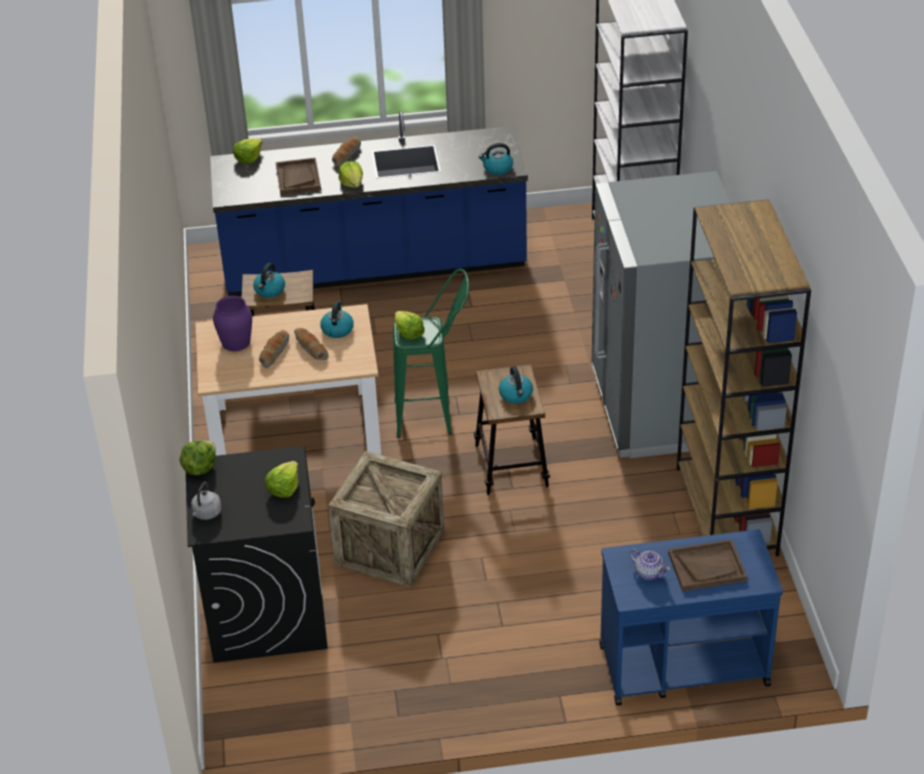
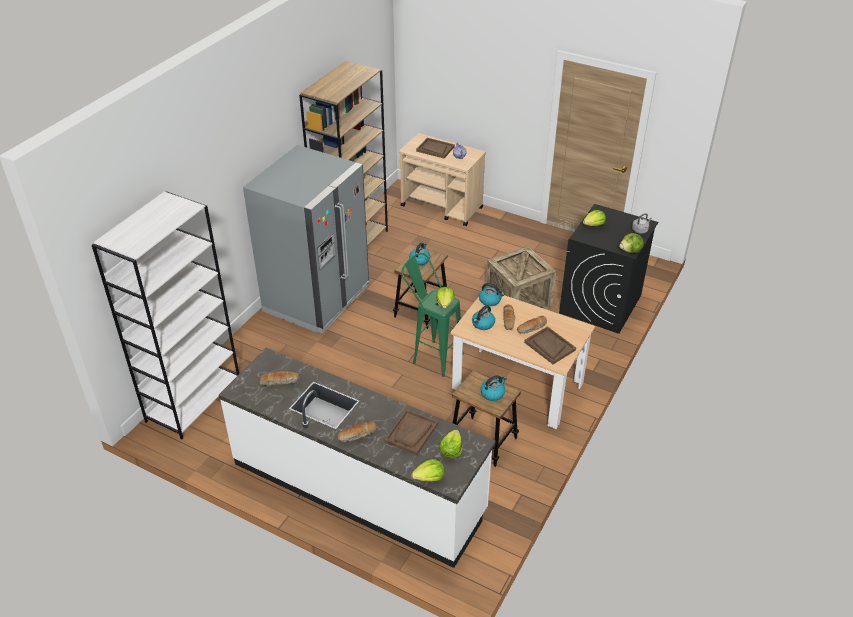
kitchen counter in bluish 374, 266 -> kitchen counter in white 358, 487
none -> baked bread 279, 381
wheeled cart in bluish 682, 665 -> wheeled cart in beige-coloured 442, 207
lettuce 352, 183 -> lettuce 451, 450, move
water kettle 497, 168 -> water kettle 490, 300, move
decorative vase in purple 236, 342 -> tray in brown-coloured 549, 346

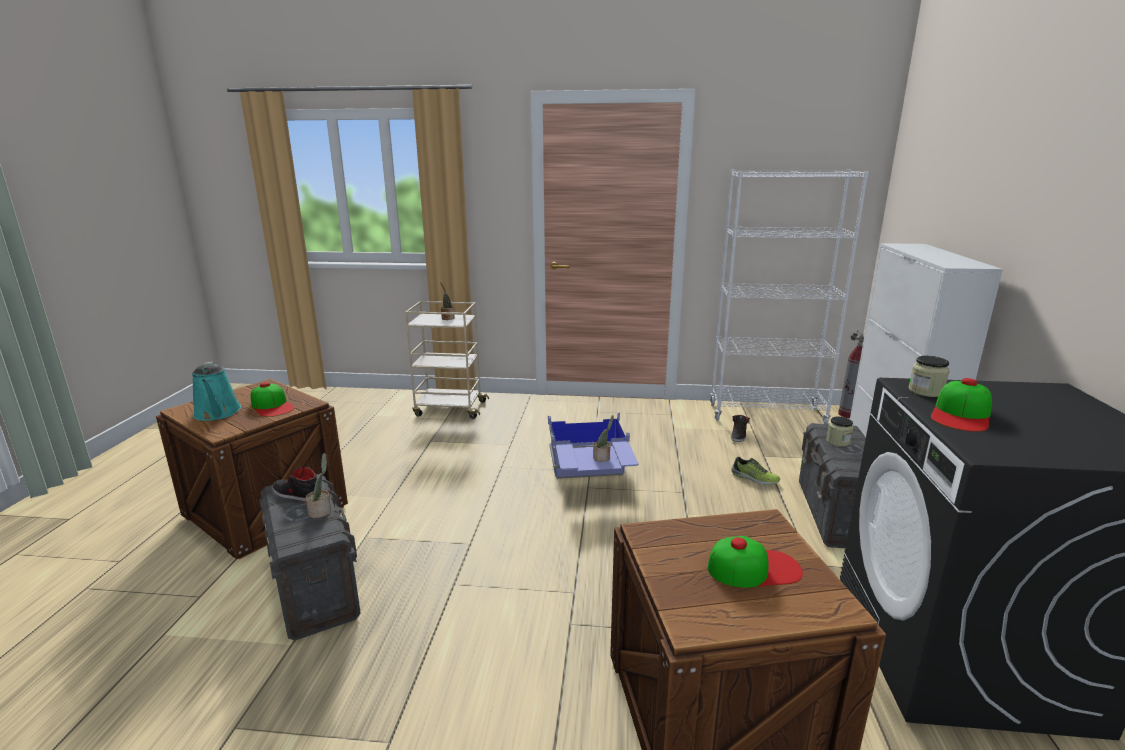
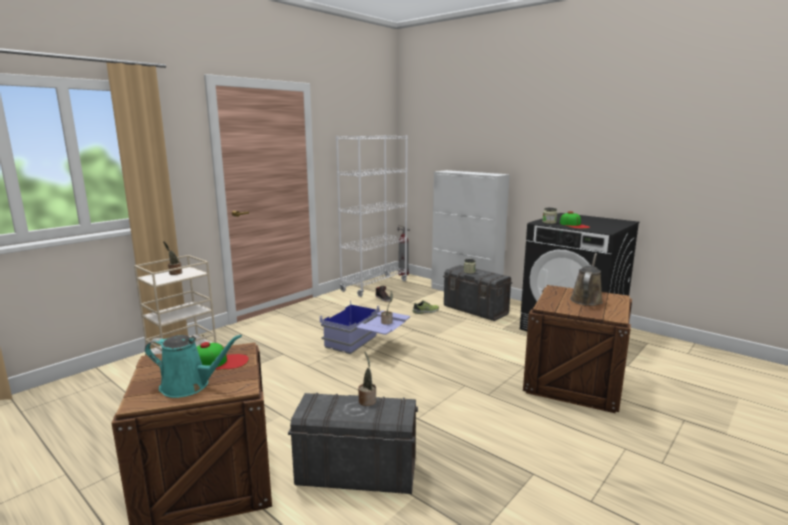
peaked cap 754, 568 -> sprinkling can in brown-coloured 586, 299
item of footwear in black-coloured 296, 494 -> none

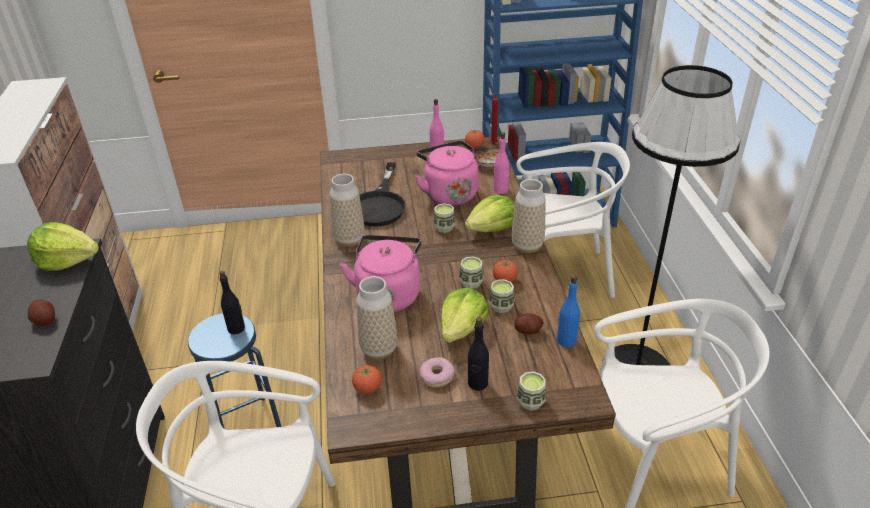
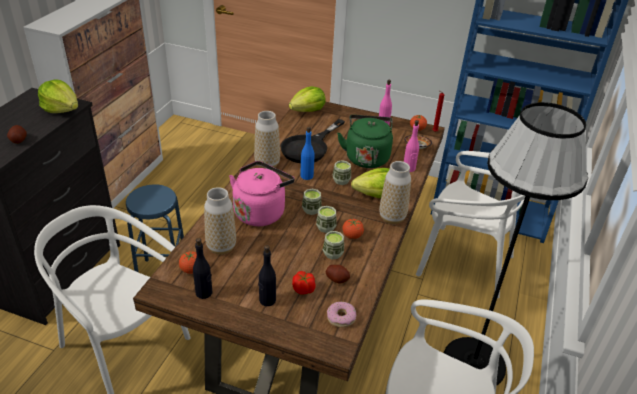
drink bottle in black-coloured 236, 328 -> drink bottle in black-coloured 204, 293, move
lettuce 462, 329 -> lettuce 308, 110, move
none -> whole tomato 303, 289
drink bottle in bluish 566, 340 -> drink bottle in bluish 306, 176, move
cup 530, 401 -> cup 311, 210, move
ring doughnut 437, 376 -> ring doughnut 341, 317, move
water kettle in pinkish 448, 193 -> water kettle in green 366, 157

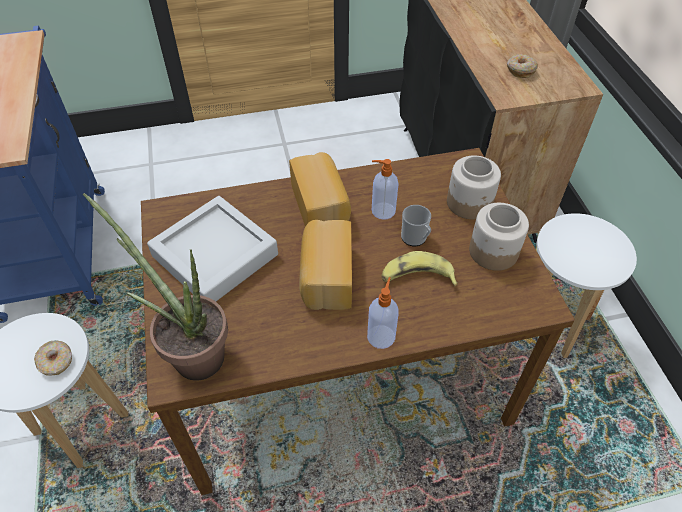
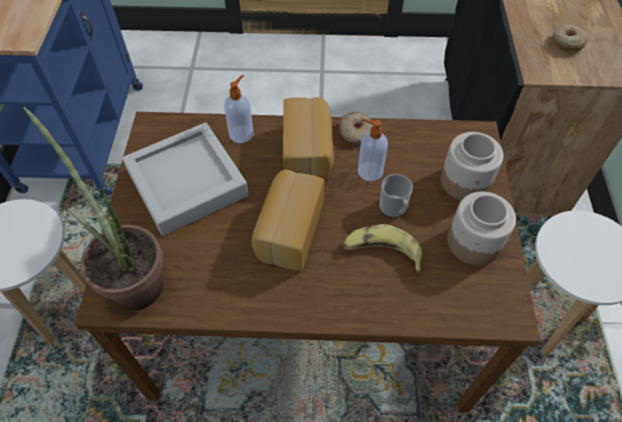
soap dispenser 381, 336 -> soap dispenser 242, 133, move
ring doughnut 56, 361 -> ring doughnut 356, 132, move

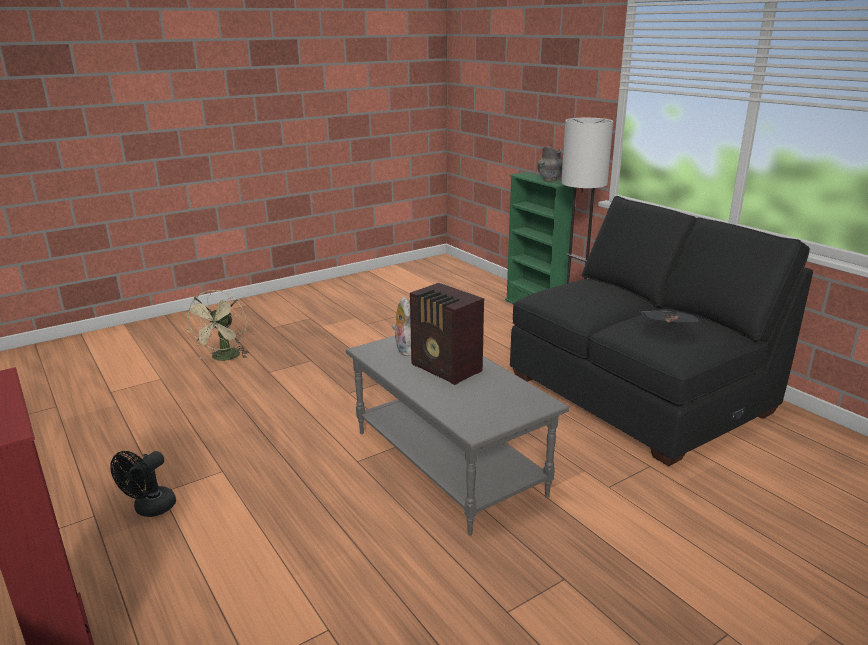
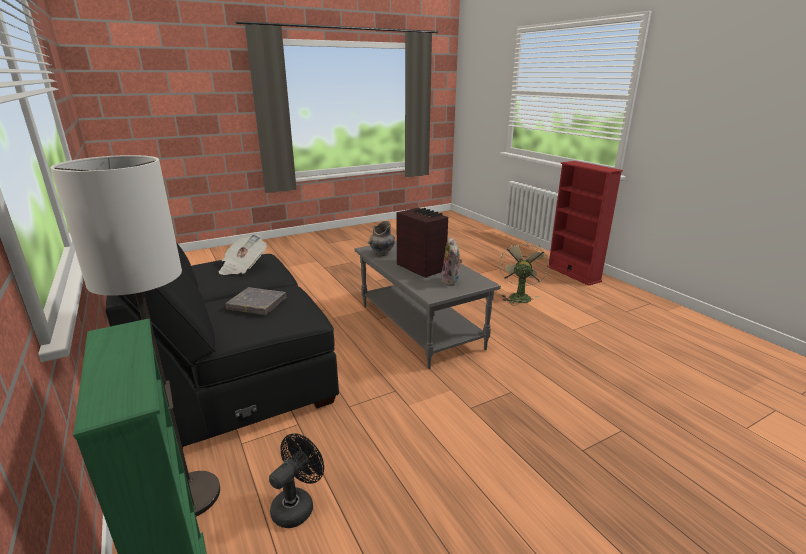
none -> volume in grey 257, 304
electric fan in black-coloured 150, 509 -> electric fan in black-coloured 297, 505, move
decorative vase in grey 550, 180 -> decorative vase in grey 381, 254, move
electric fan in beige-coloured 224, 358 -> electric fan in beige-coloured 519, 296, move

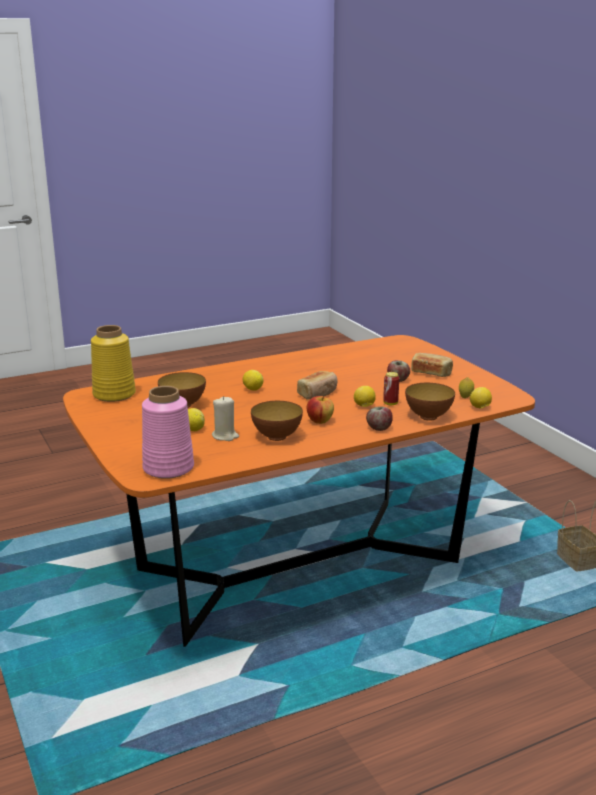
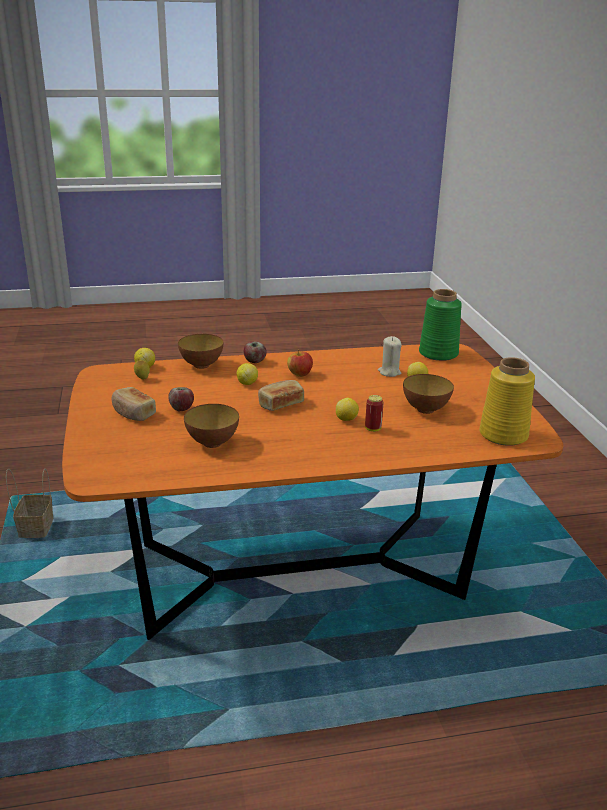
deep dish 277, 437 -> deep dish 212, 443, move
sealed can 390, 403 -> sealed can 373, 429, move
decorative vase in pinkish 168, 469 -> decorative vase in green 438, 353

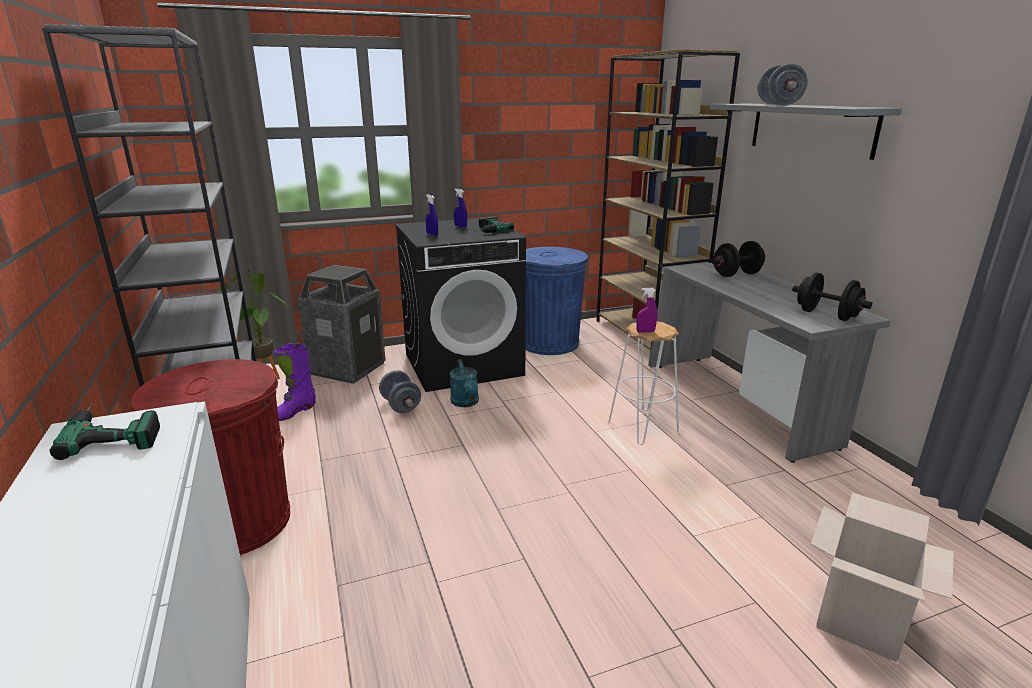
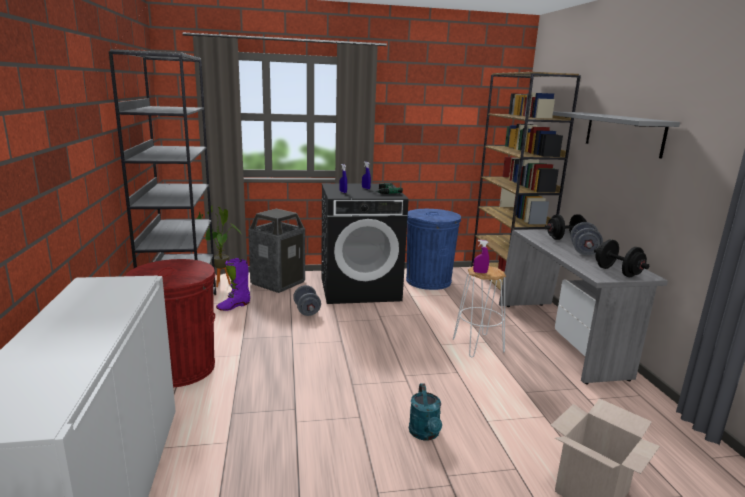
sprinkling can in turquoise 466, 403 -> sprinkling can in turquoise 425, 434, move
free weight in grey 778, 104 -> free weight in grey 583, 251, move
power drill 115, 430 -> none

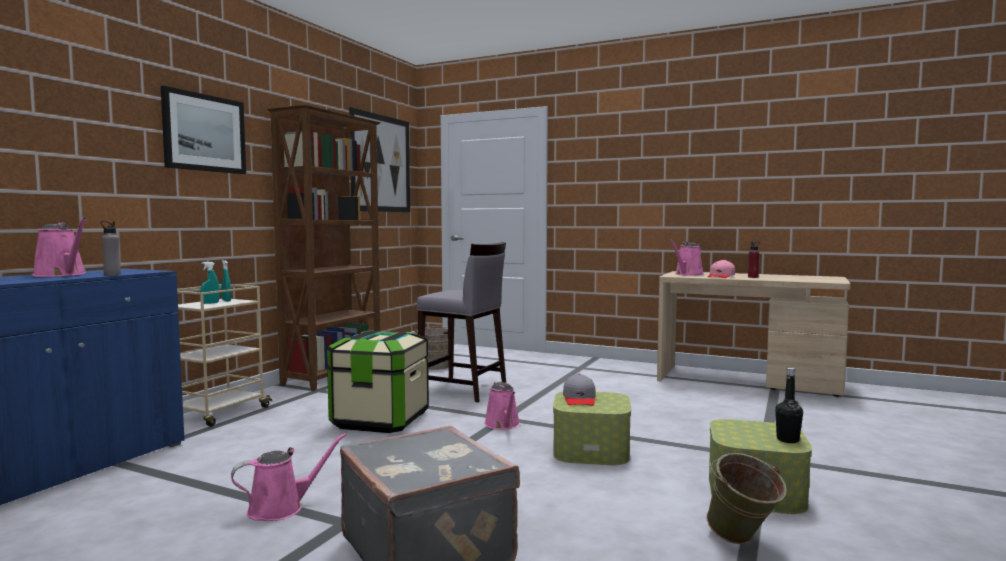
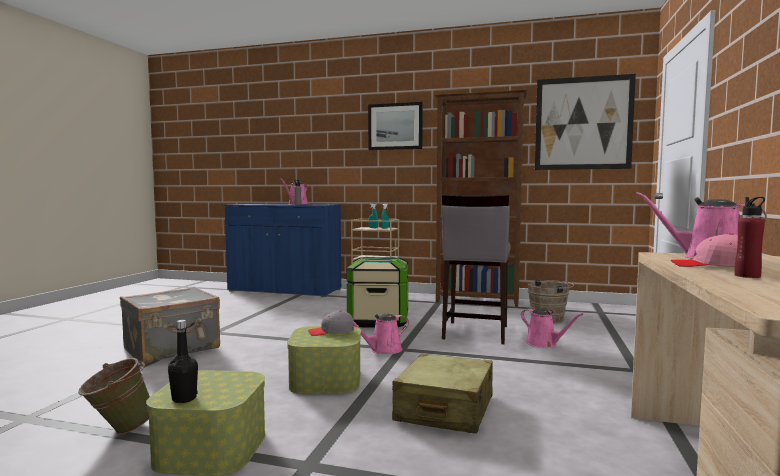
none -> travel case in beige-coloured 445, 409
sprinkling can in pinkish 281, 508 -> sprinkling can in pinkish 544, 344, move

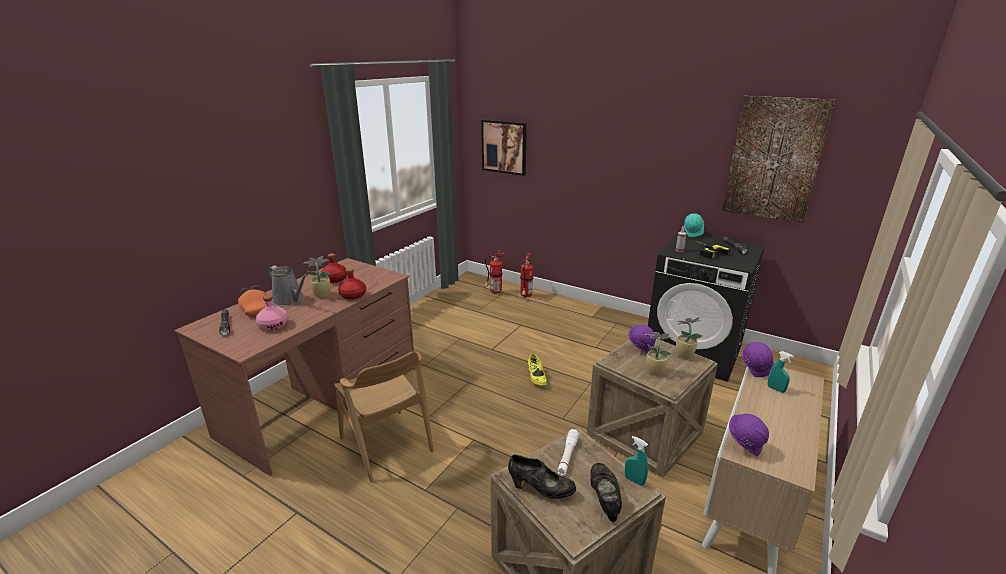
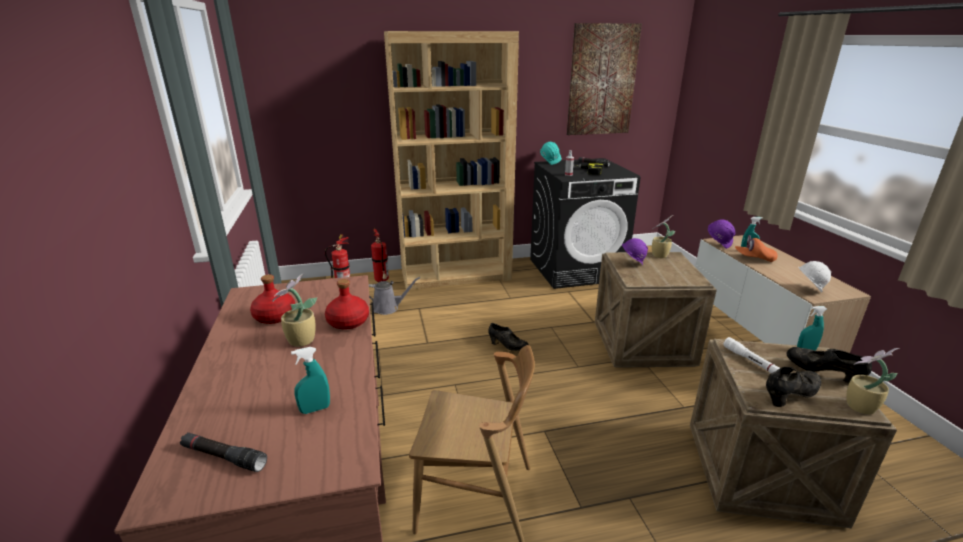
drink bottle in pinkish 273, 325 -> hand sprayer in turquoise 315, 409
sprinkling can in grey 290, 300 -> sprinkling can in grey 388, 308, move
none -> bookcase in brown-coloured 456, 275
item of footwear in yellow 536, 378 -> item of footwear in black-coloured 507, 347
peaked cap in orange-coloured 255, 310 -> peaked cap in orange-coloured 754, 258, move
safety helmet in purple 744, 446 -> safety helmet in white 807, 290
potted plant 654, 371 -> potted plant 859, 407, move
picture 504, 147 -> none

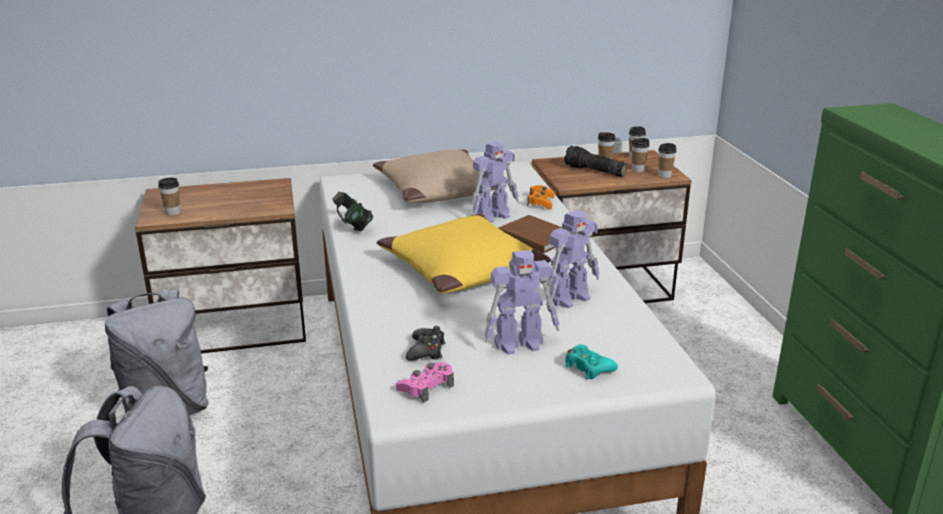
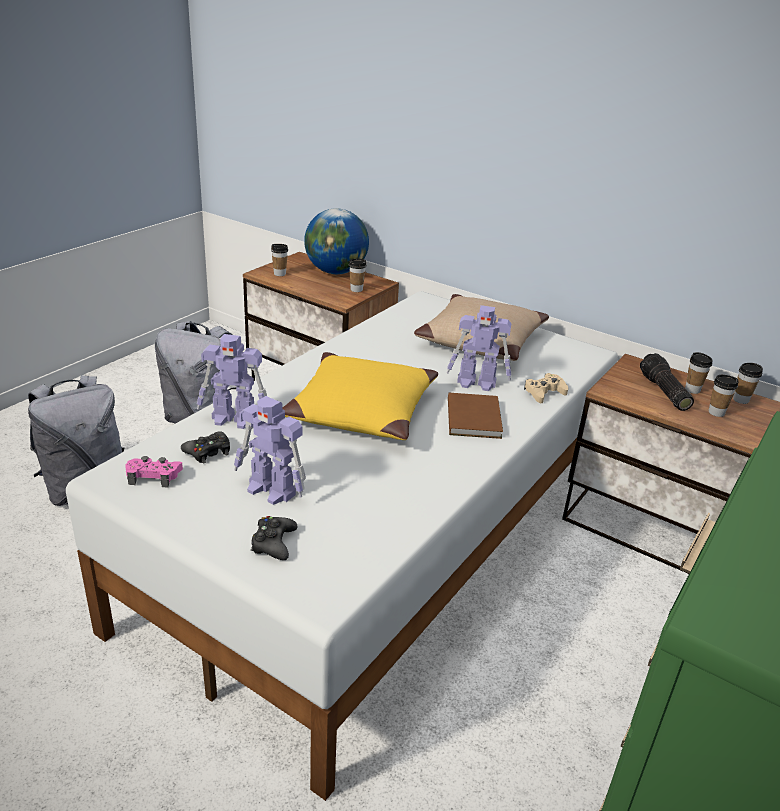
model robot 570, 297 -> model robot 235, 419, move
game controller in turquoise 588, 368 -> game controller in black-coloured 273, 543
none -> desk globe 336, 272
cup 664, 175 -> cup 356, 289, move
game controller in orange-coloured 540, 202 -> game controller in beige-coloured 544, 393
headset 353, 227 -> none

